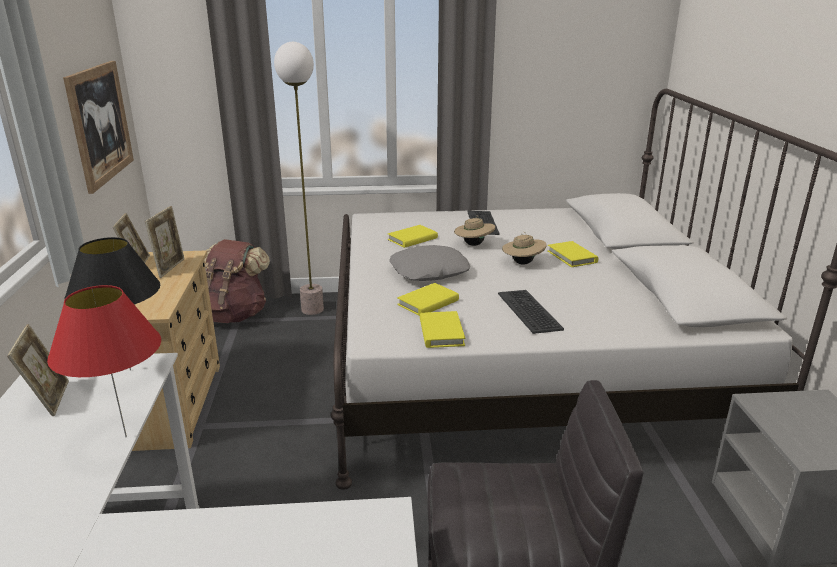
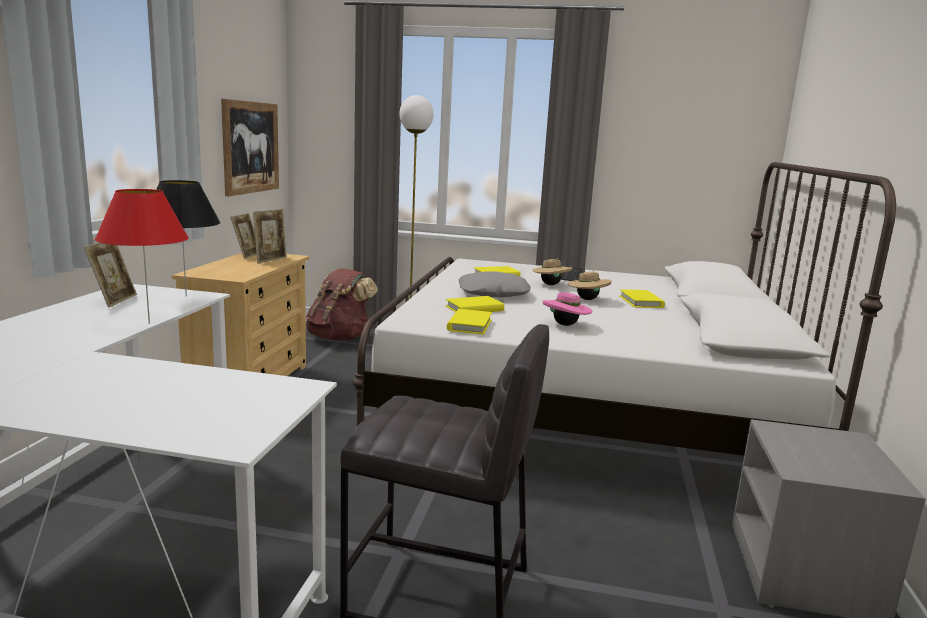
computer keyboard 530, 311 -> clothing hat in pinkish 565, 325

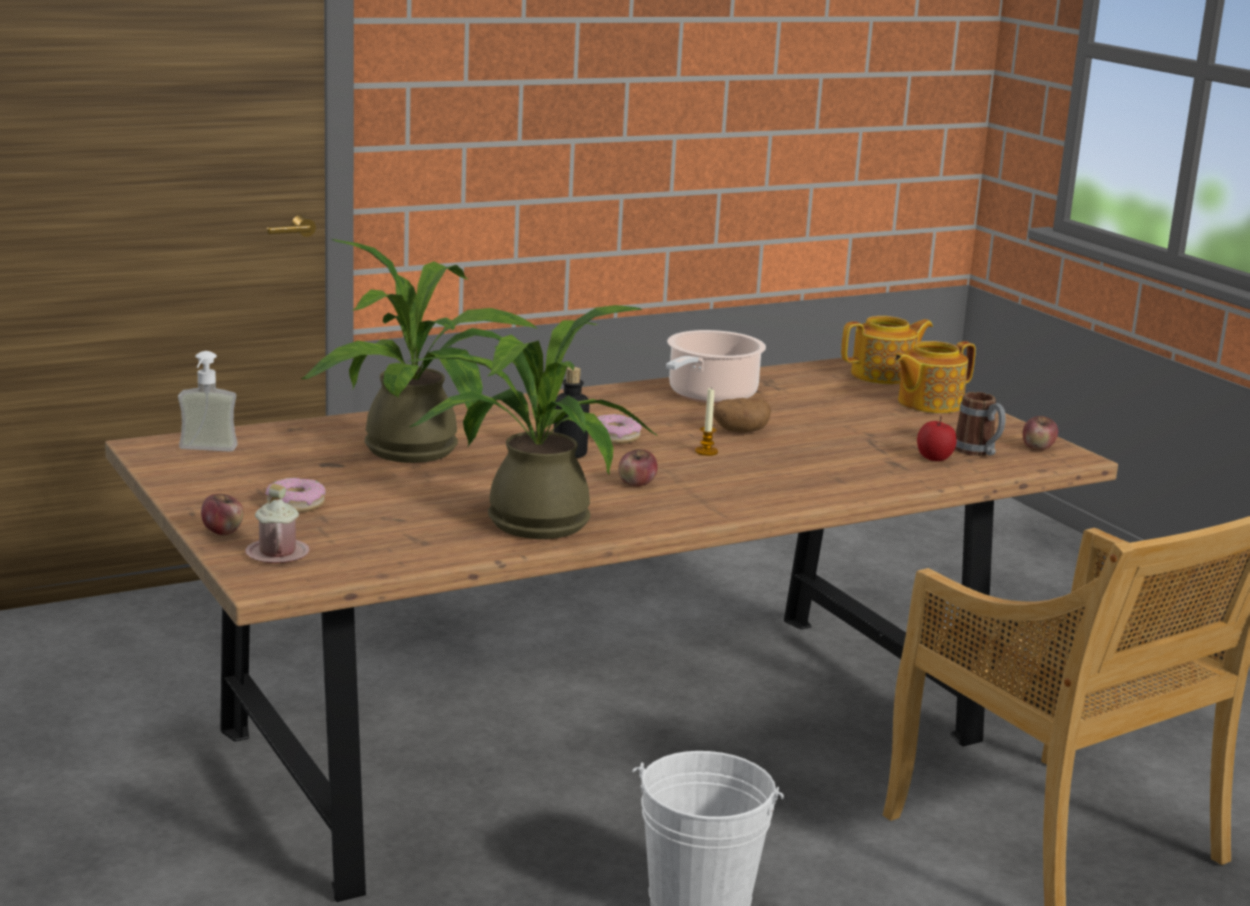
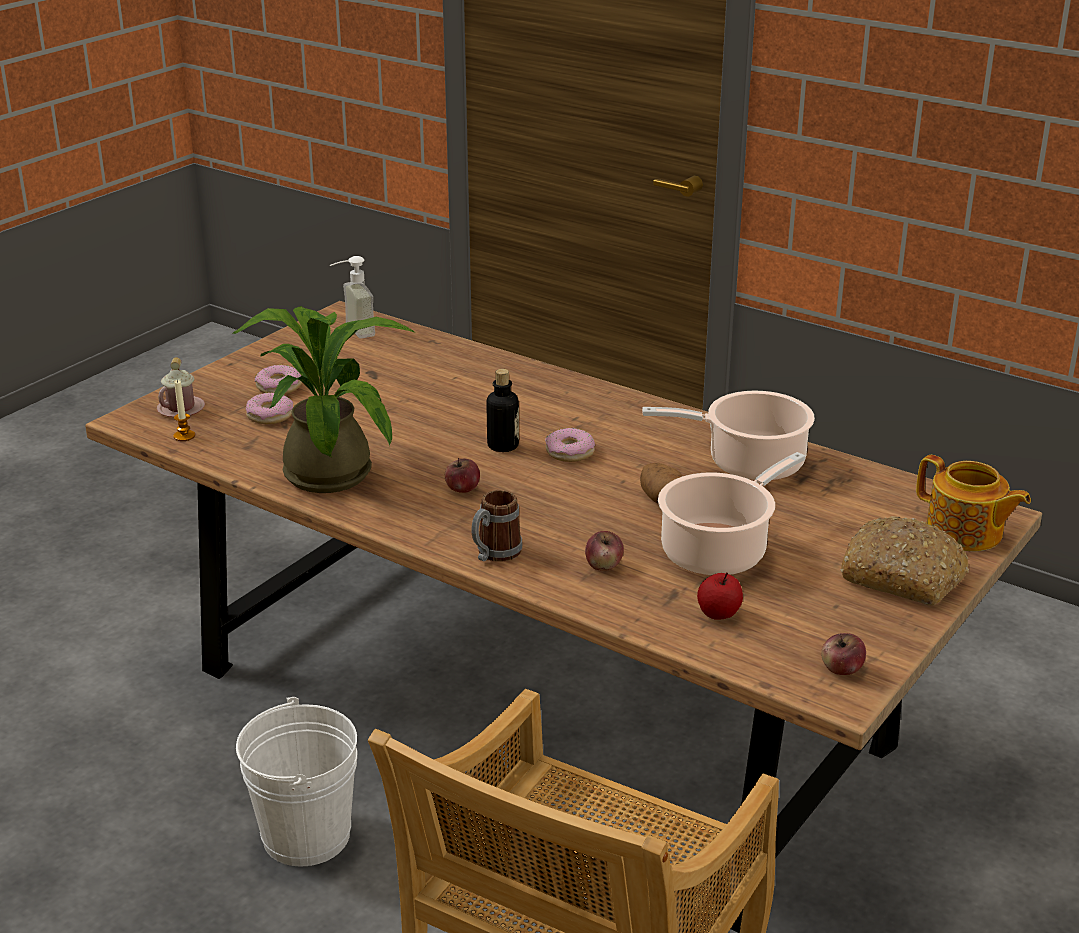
wax light 706, 452 -> wax light 184, 436, move
none -> ring doughnut 270, 415
coffee mug 978, 452 -> coffee mug 494, 554, move
apple fruit 222, 531 -> apple fruit 604, 565, move
none -> stockpot 719, 551
tea pot 928, 403 -> baked bread 904, 576
potted plant 421, 452 -> none

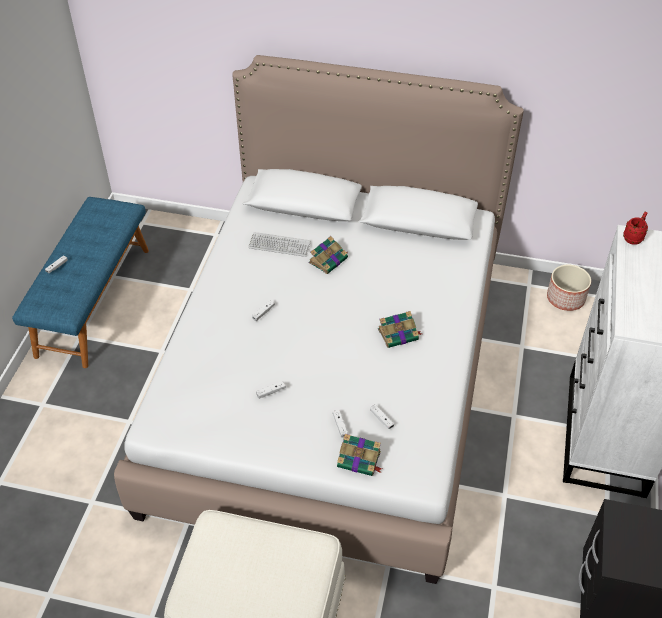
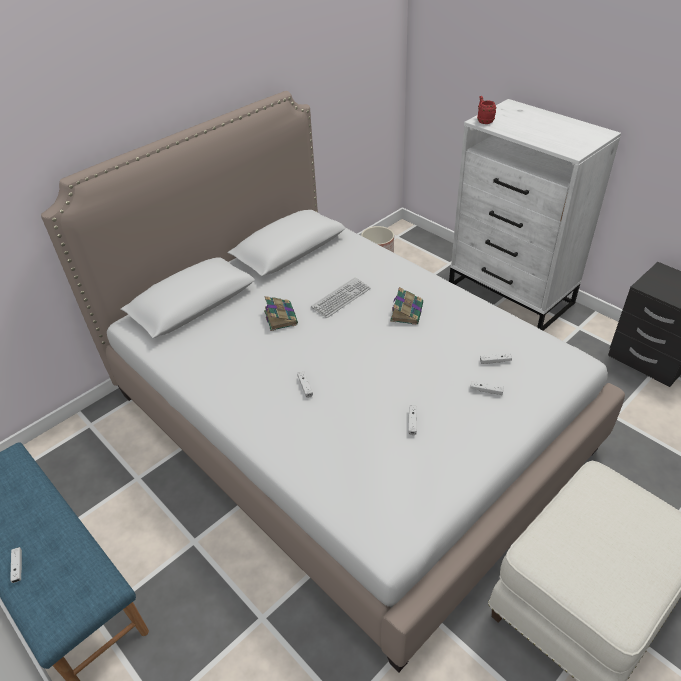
computer keyboard 279, 245 -> computer keyboard 341, 298, move
volume 360, 460 -> none

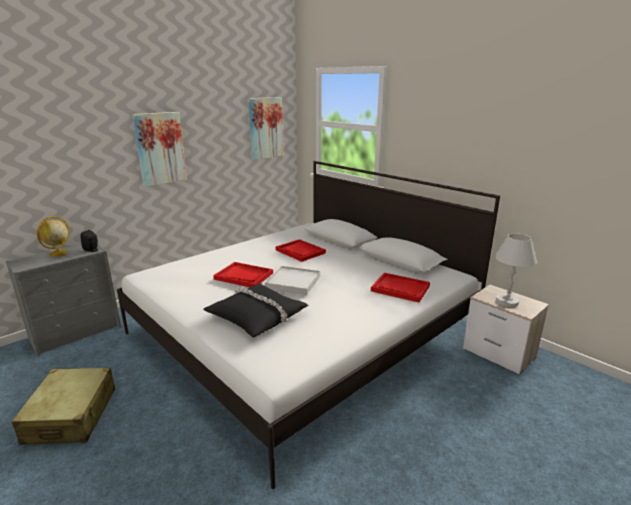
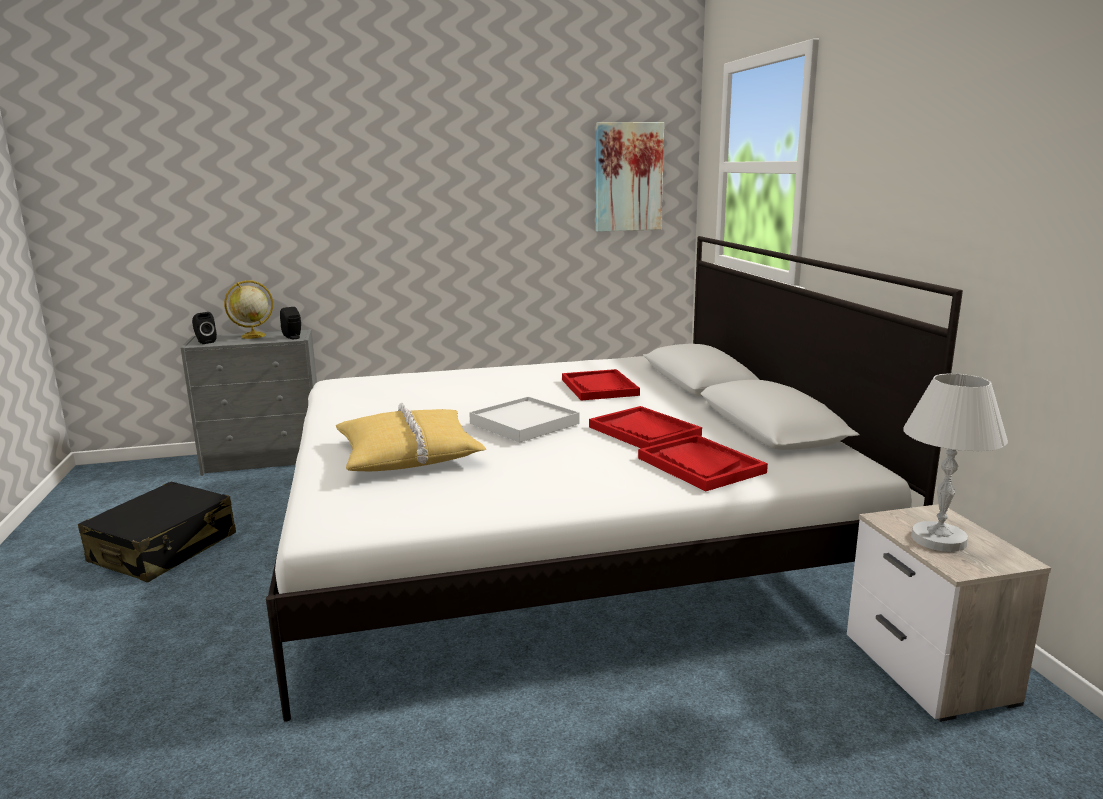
travel case in beige-coloured 72, 415 -> travel case in black-coloured 164, 548
none -> loudspeaker in black-coloured 205, 342
cushion in black-coloured 257, 316 -> cushion in yellow 408, 454
tray in red 244, 276 -> tray in red 644, 431, move
picture 160, 148 -> none

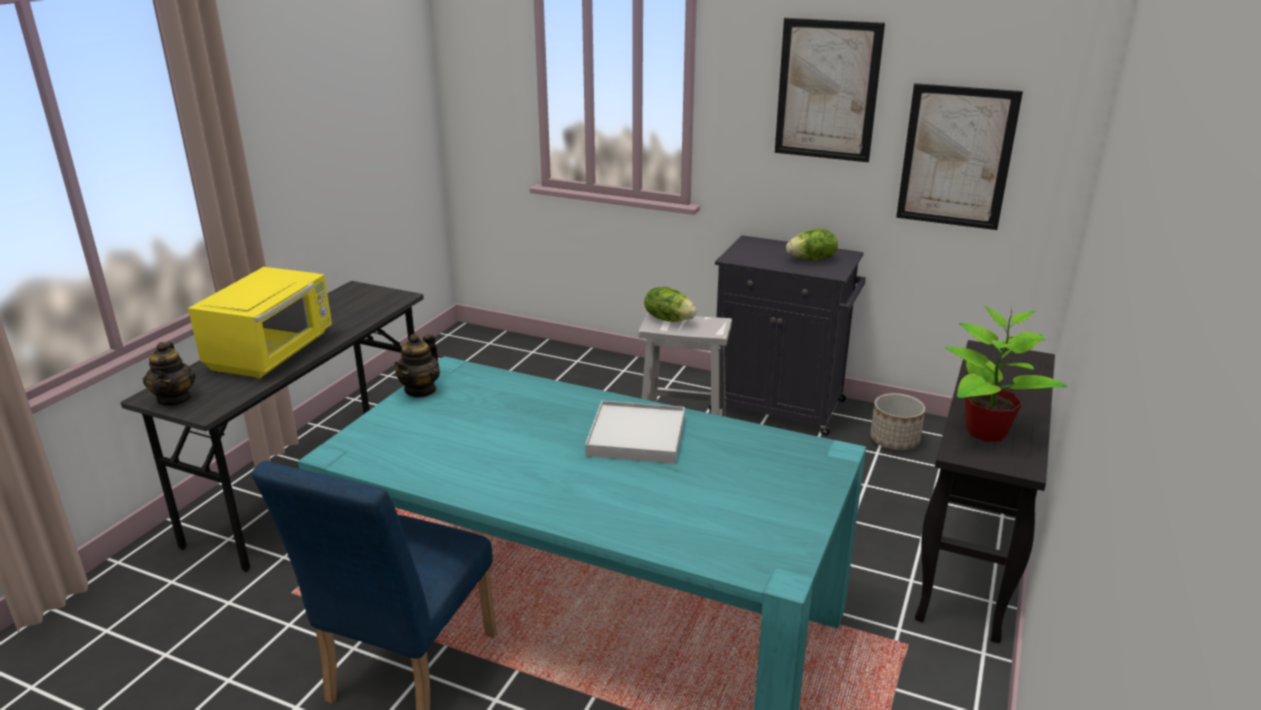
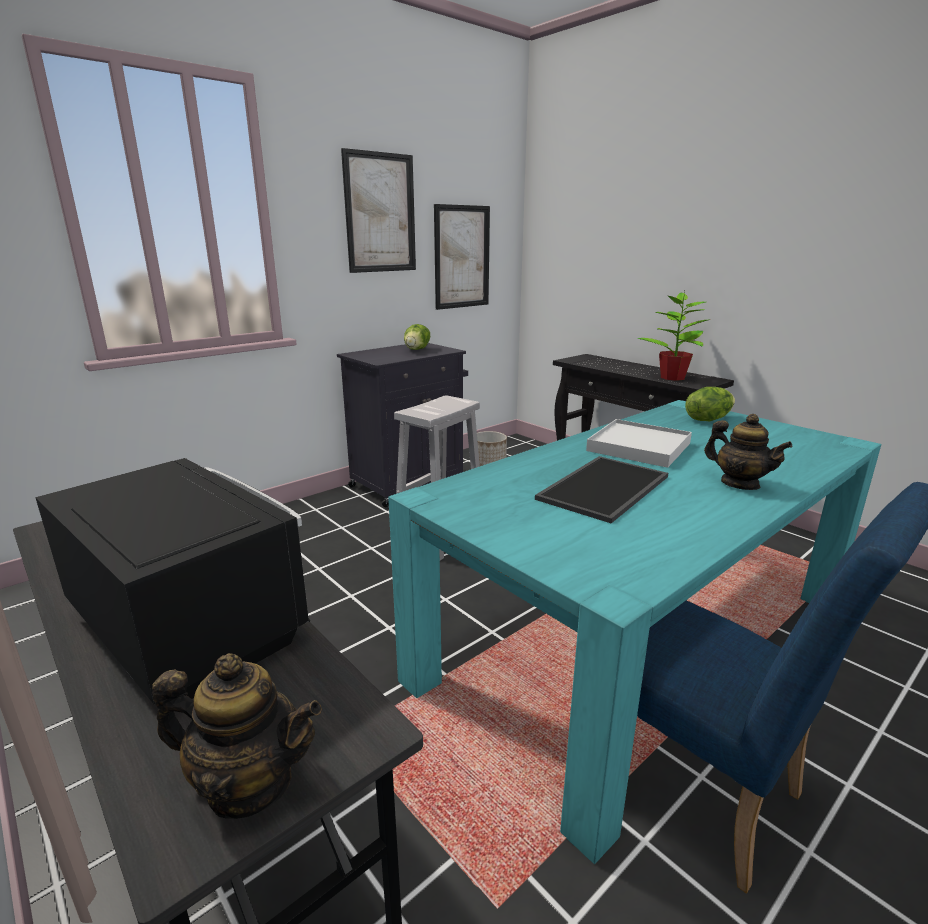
microwave oven in yellow 273, 352 -> microwave oven in black-coloured 188, 625
none -> tray 605, 489
lettuce 669, 319 -> lettuce 707, 419, move
tea pot 420, 390 -> tea pot 739, 484, move

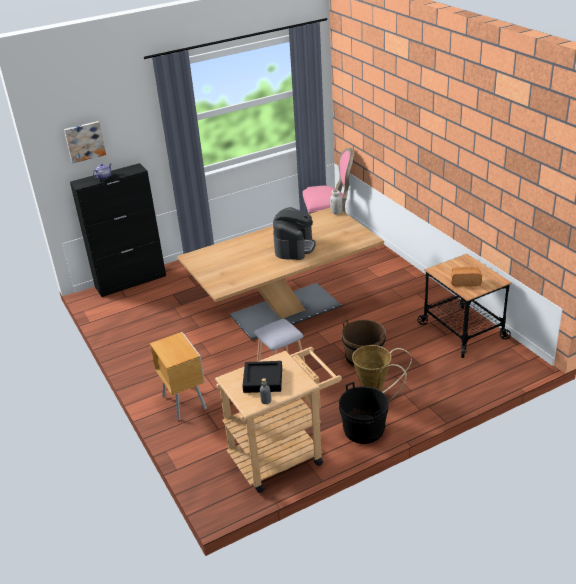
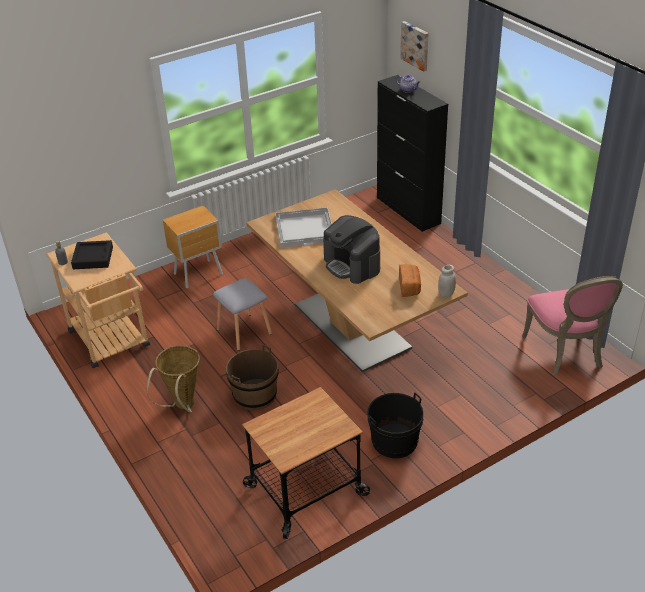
none -> tray in white 305, 228
coffee brewer 294, 247 -> coffee brewer 352, 265, 45 degrees clockwise
water bucket in black-coloured 364, 430 -> water bucket in black-coloured 394, 441, move
baked bread 465, 282 -> baked bread 409, 287, move

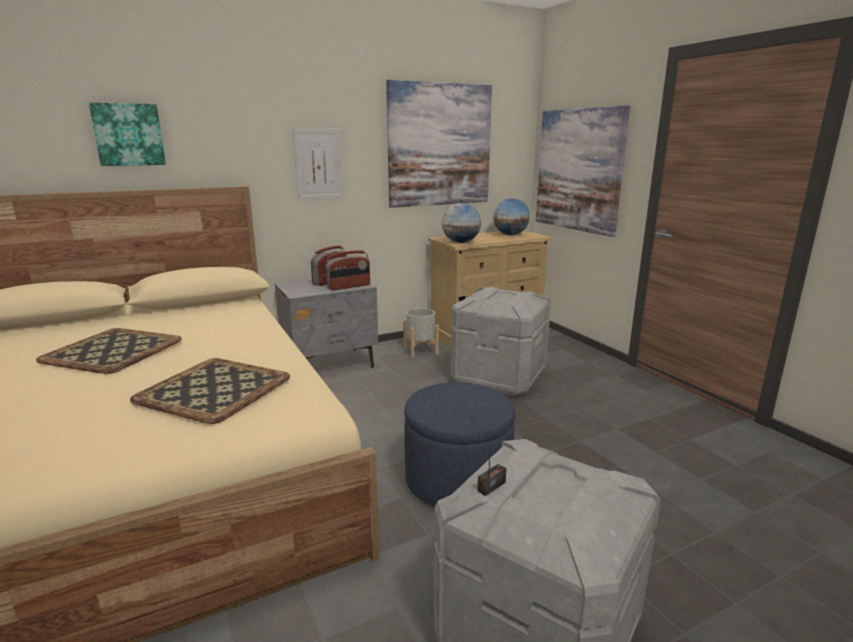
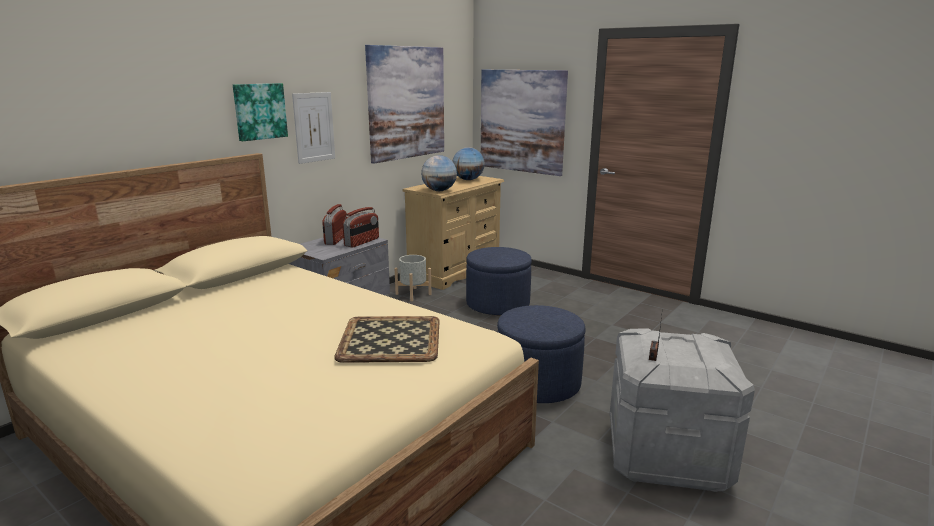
picture 128, 134 -> picture 259, 111, move
storage bin in grey 498, 377 -> pouffe in bluish 497, 304
tray 111, 351 -> none

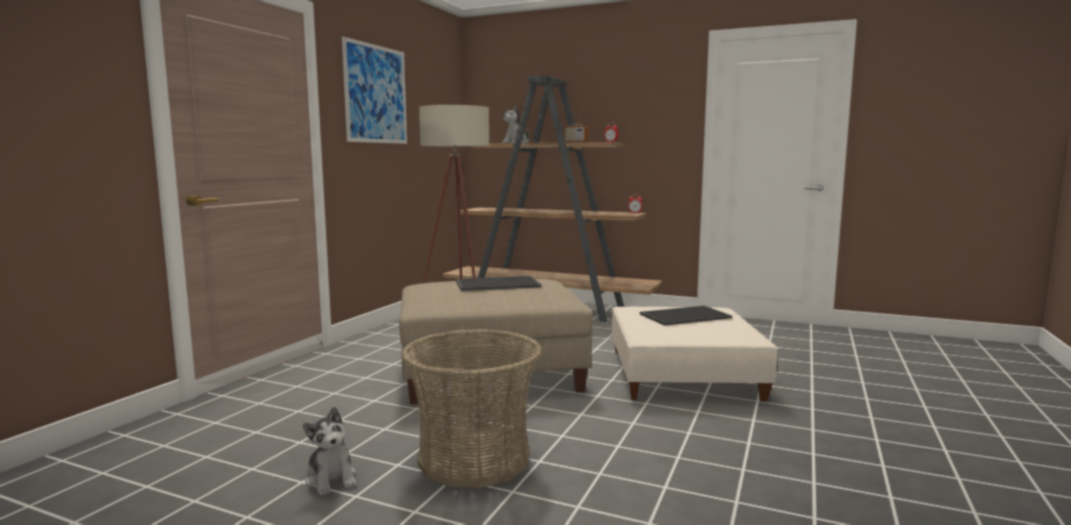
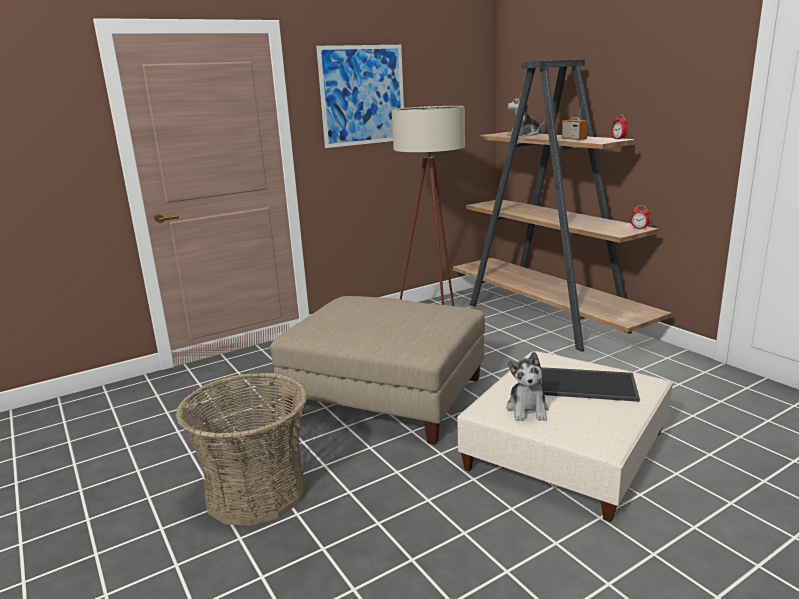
plush toy 331, 479 -> plush toy 527, 409, move
tray 498, 284 -> none

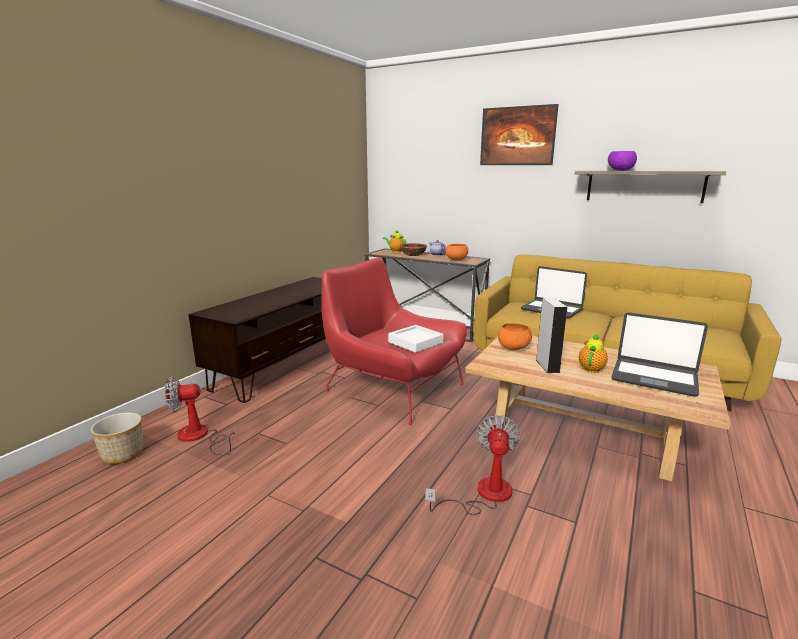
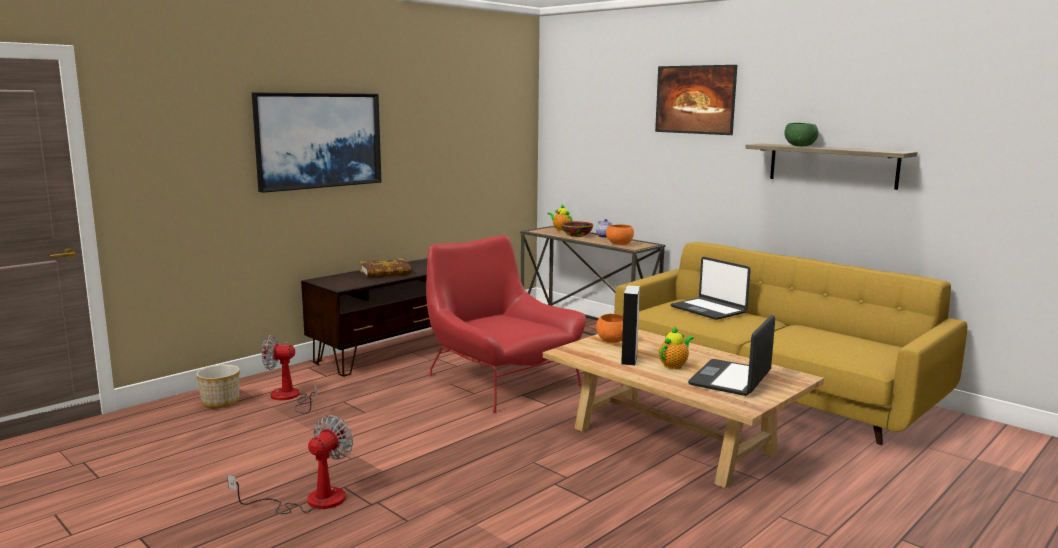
electric fan 484, 495 -> electric fan 311, 501, move
none -> picture 318, 140
none -> volume 385, 272
laptop 654, 378 -> laptop 731, 379, 75 degrees clockwise
deep dish in purple 620, 170 -> deep dish in green 800, 146
tray in white 415, 342 -> none

